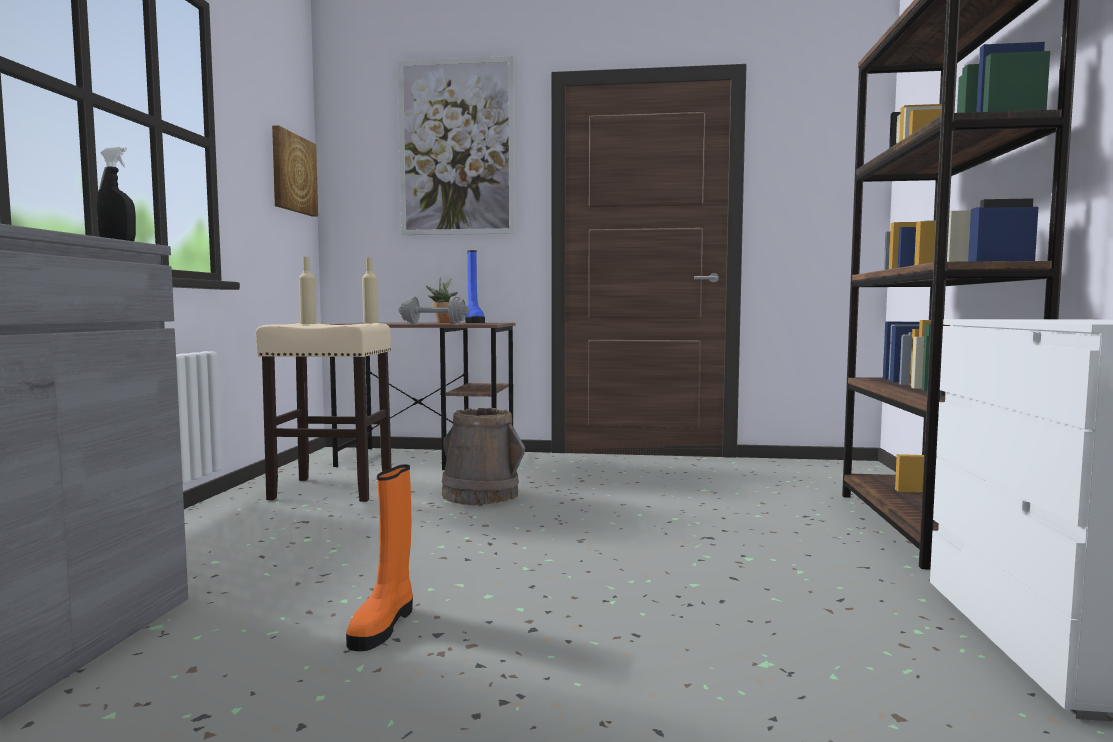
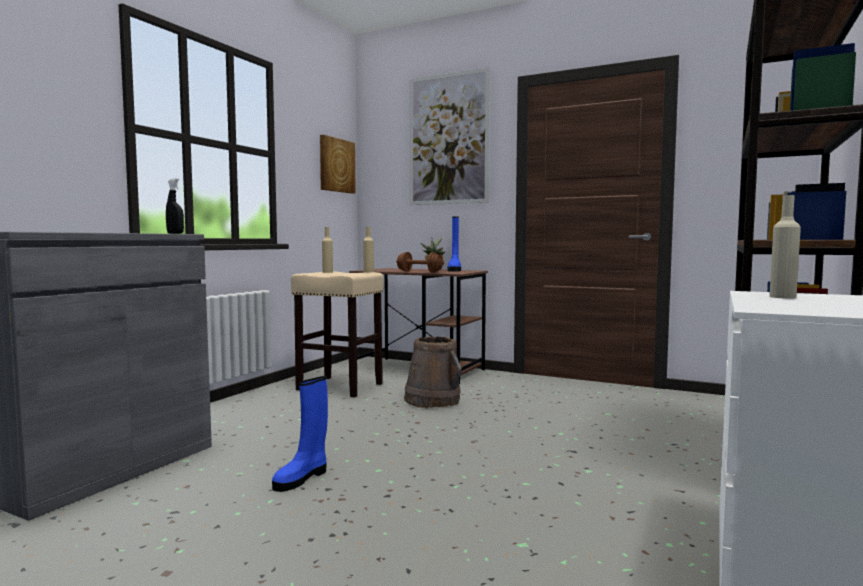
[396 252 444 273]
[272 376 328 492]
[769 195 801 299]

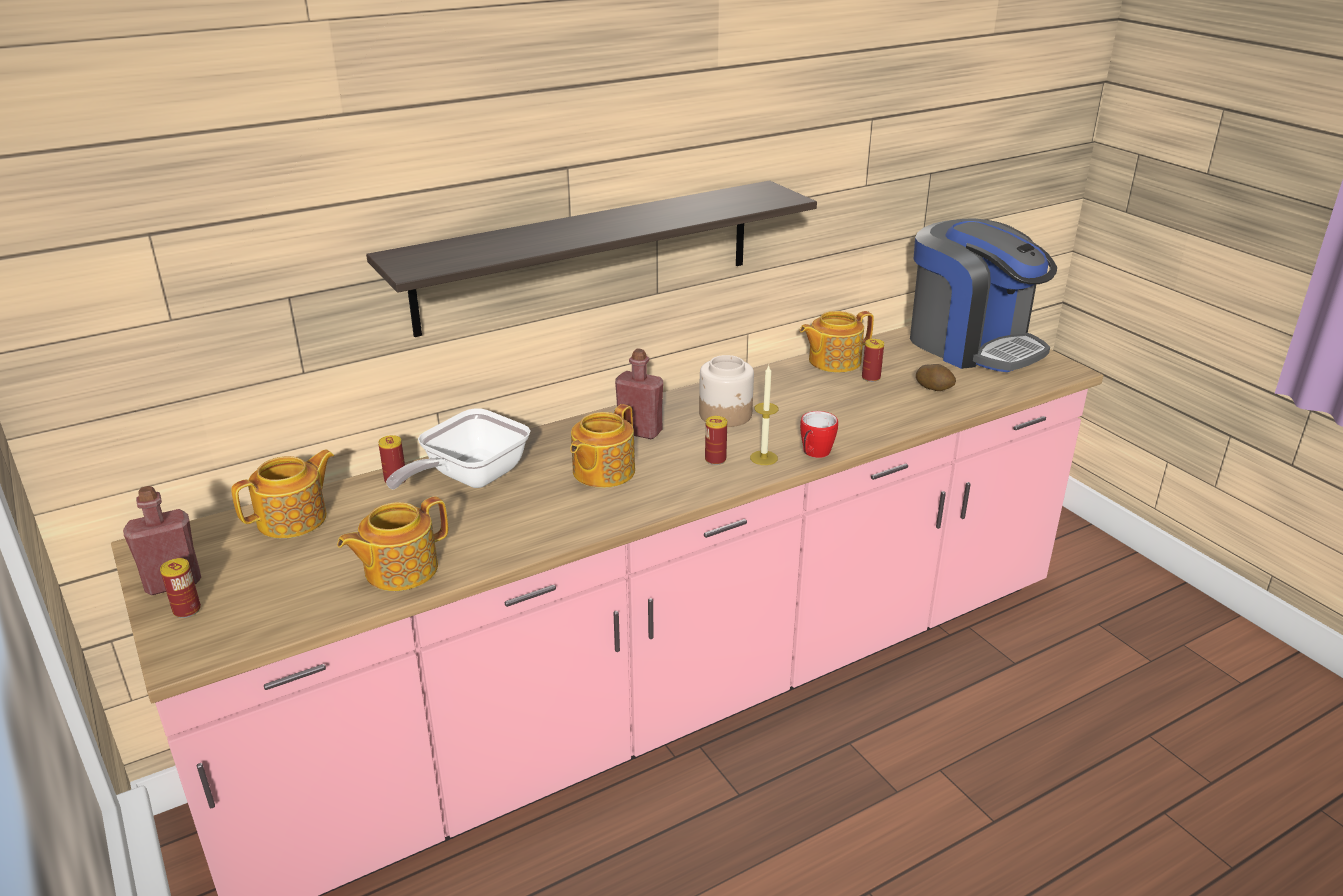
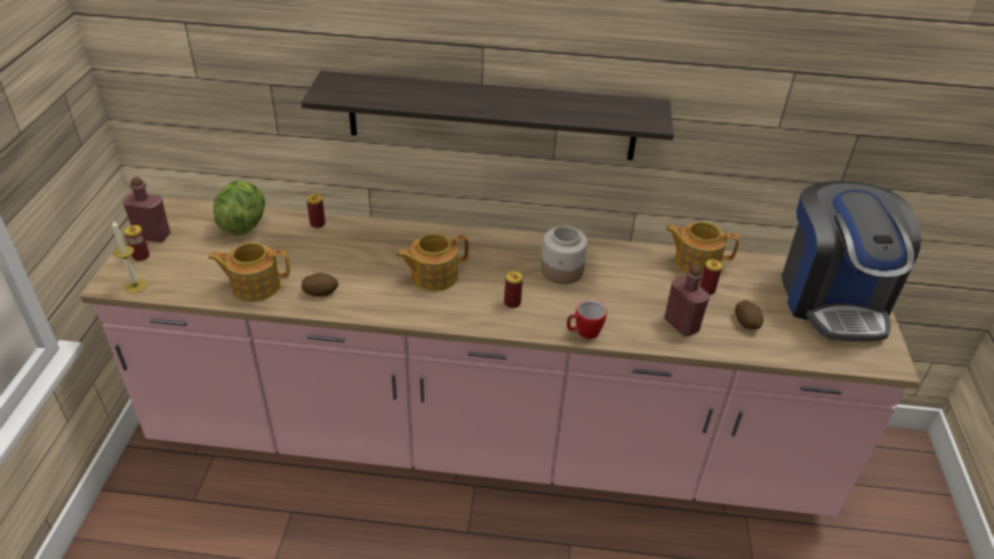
[664 265 710 336]
[112 221 147 294]
[386 408 530 490] (first image)
[213 180 265 235]
[301 273 339 297]

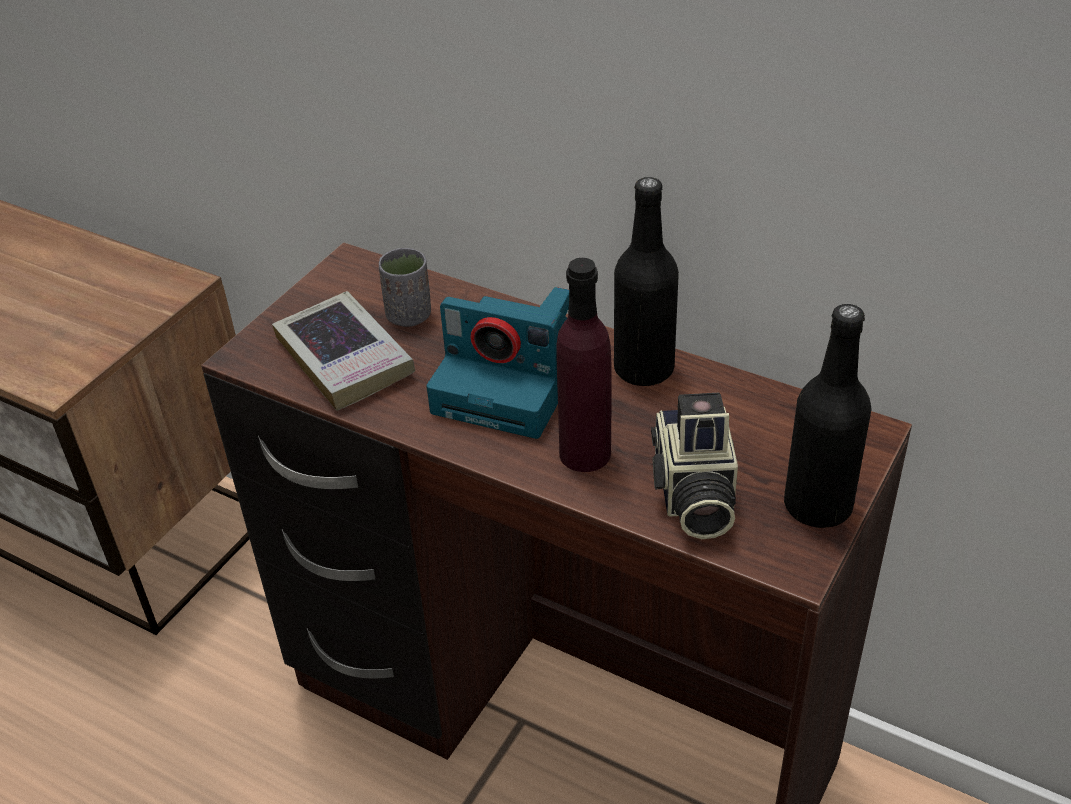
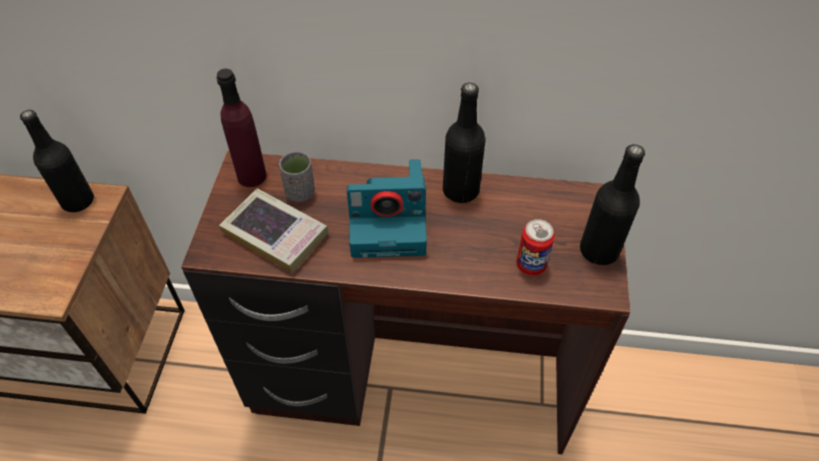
[216 69 267 187]
[516 219 555 276]
[20 110 94 212]

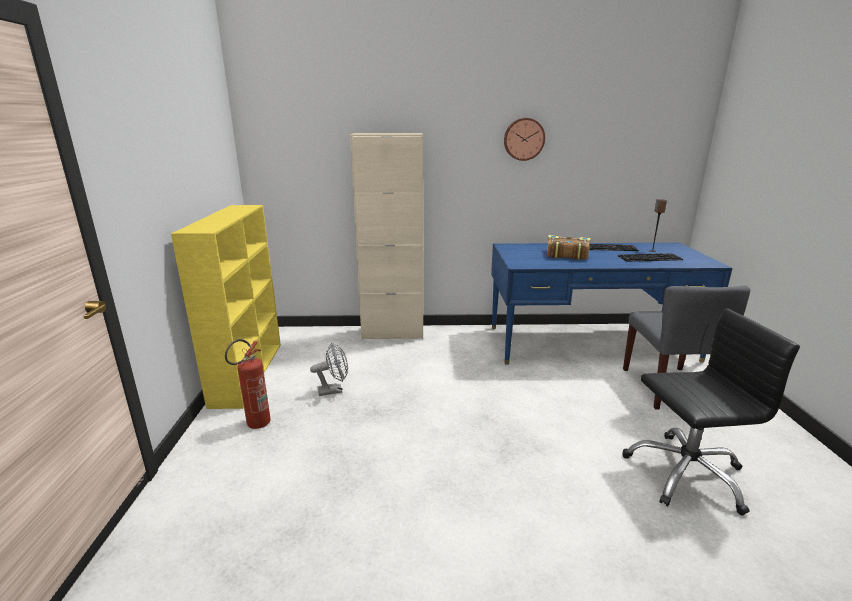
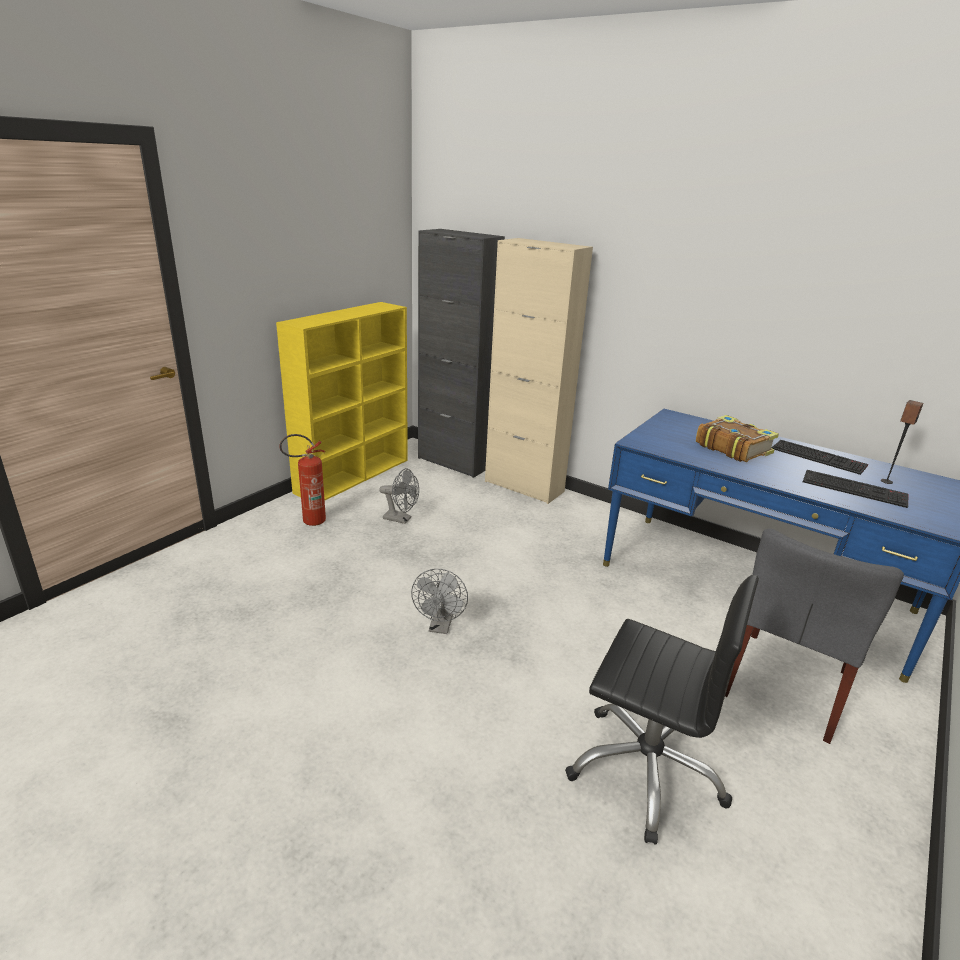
[504 118 545 161] (first image)
[418 229 505 478]
[411 569 468 634]

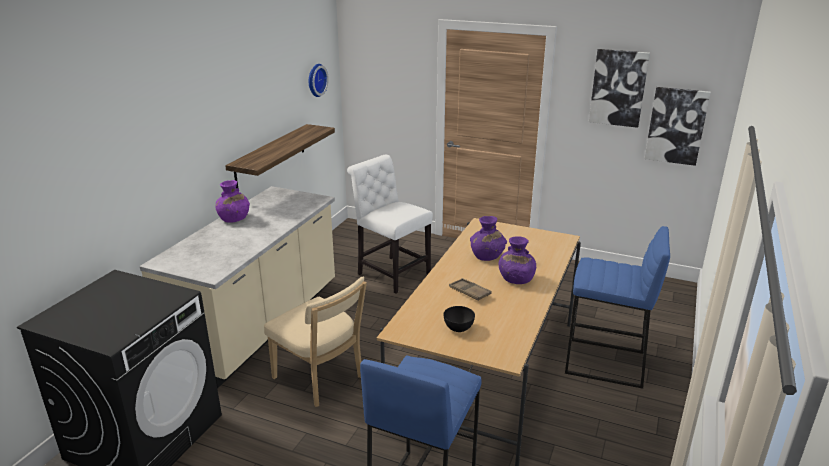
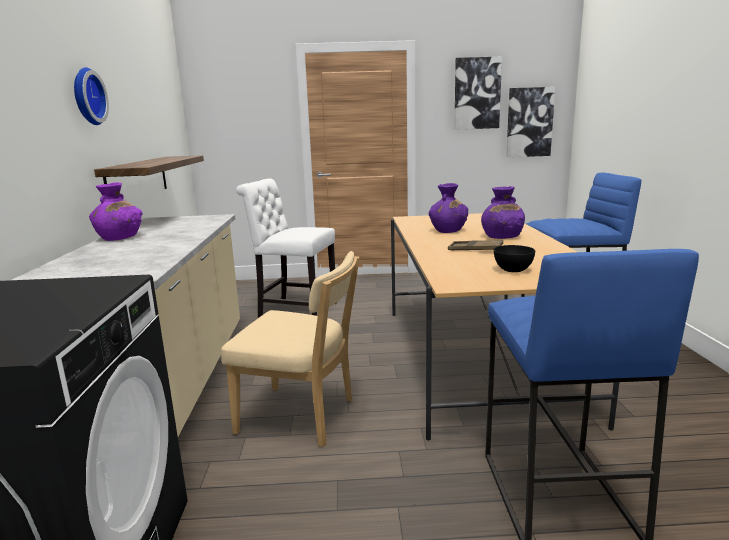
[74 67 109 125]

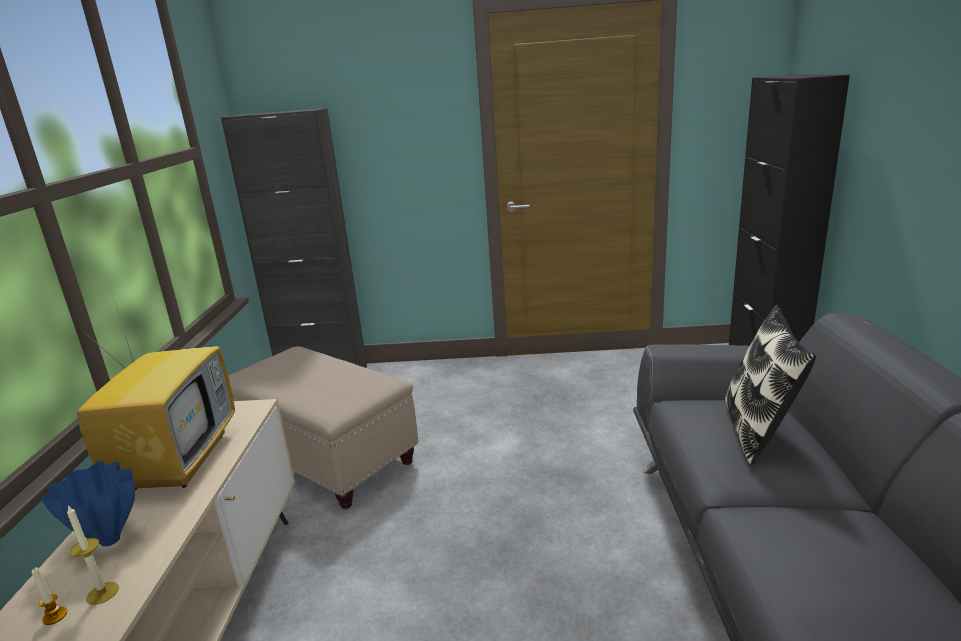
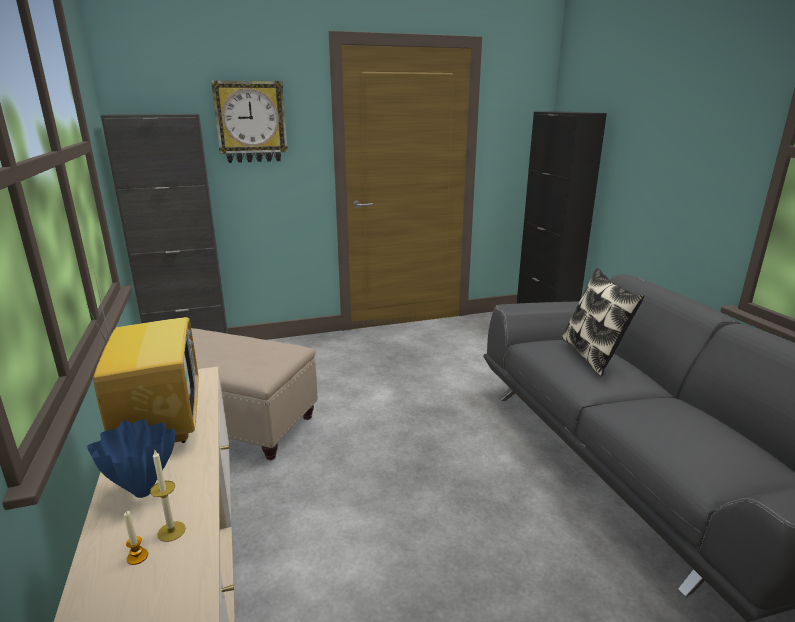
[211 81 288 163]

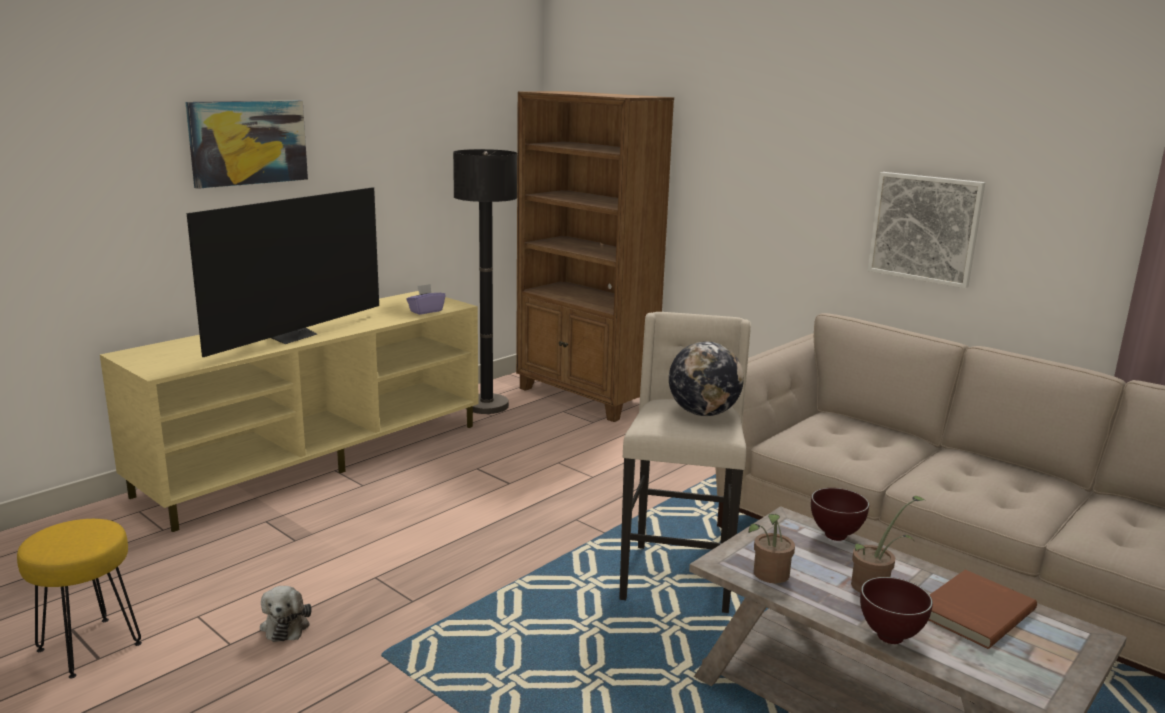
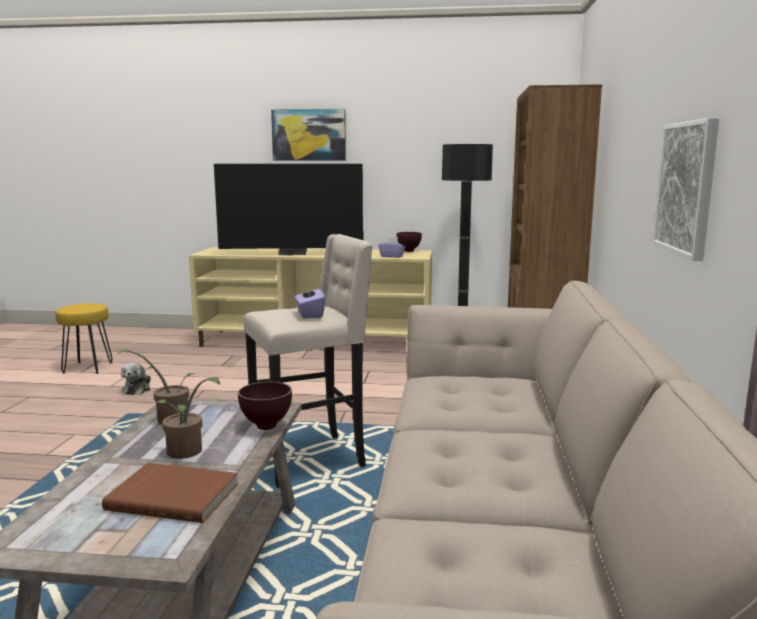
[295 285 325 319]
[397 232 422 252]
[121 363 151 395]

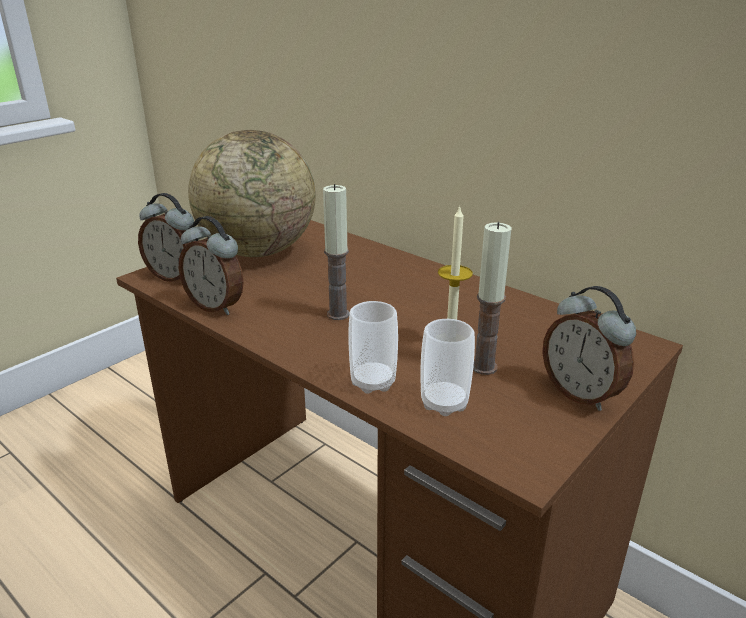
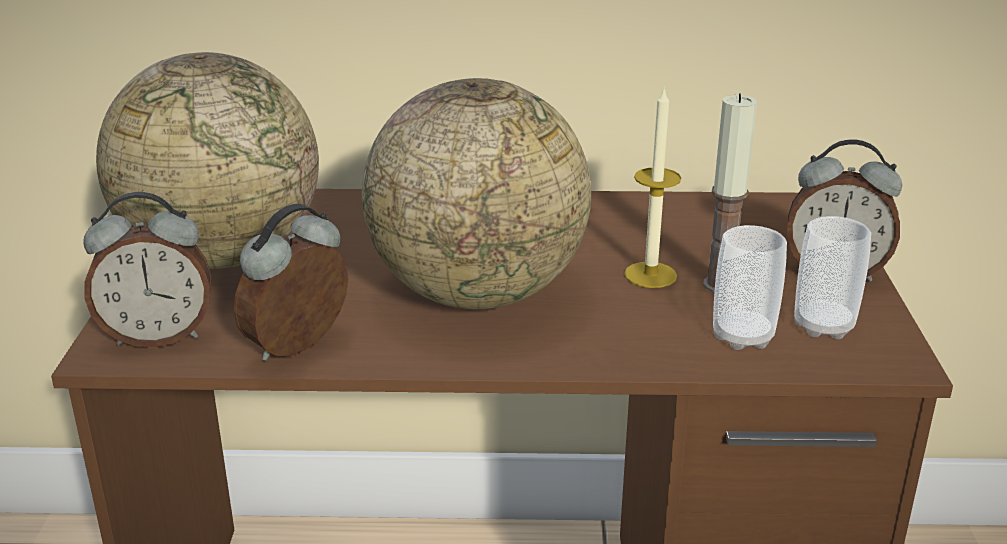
[362 78 591 309]
[233 203 348 361]
[794 216 871 339]

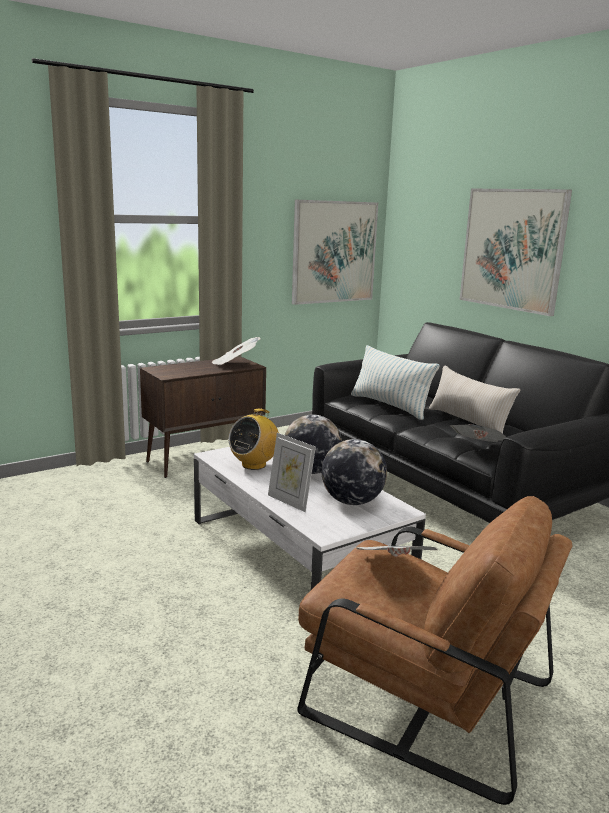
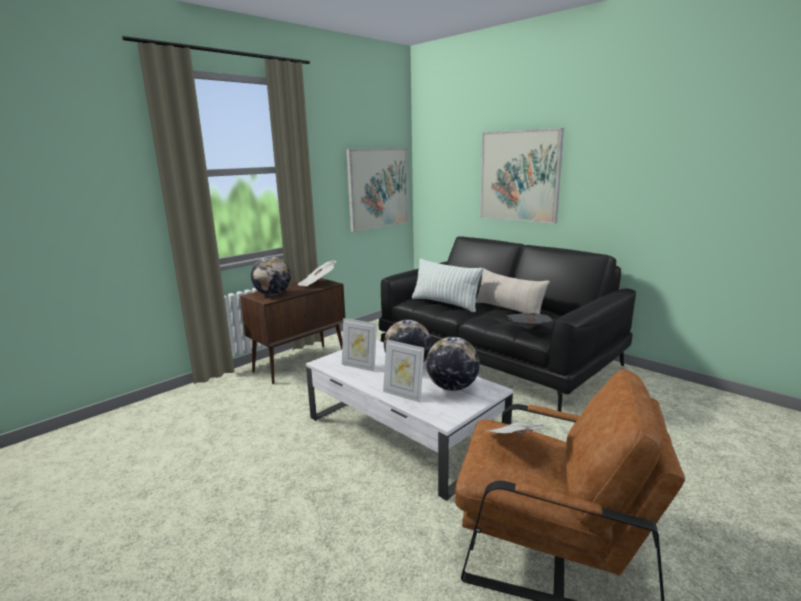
[342 318 377 372]
[251 256 291 295]

